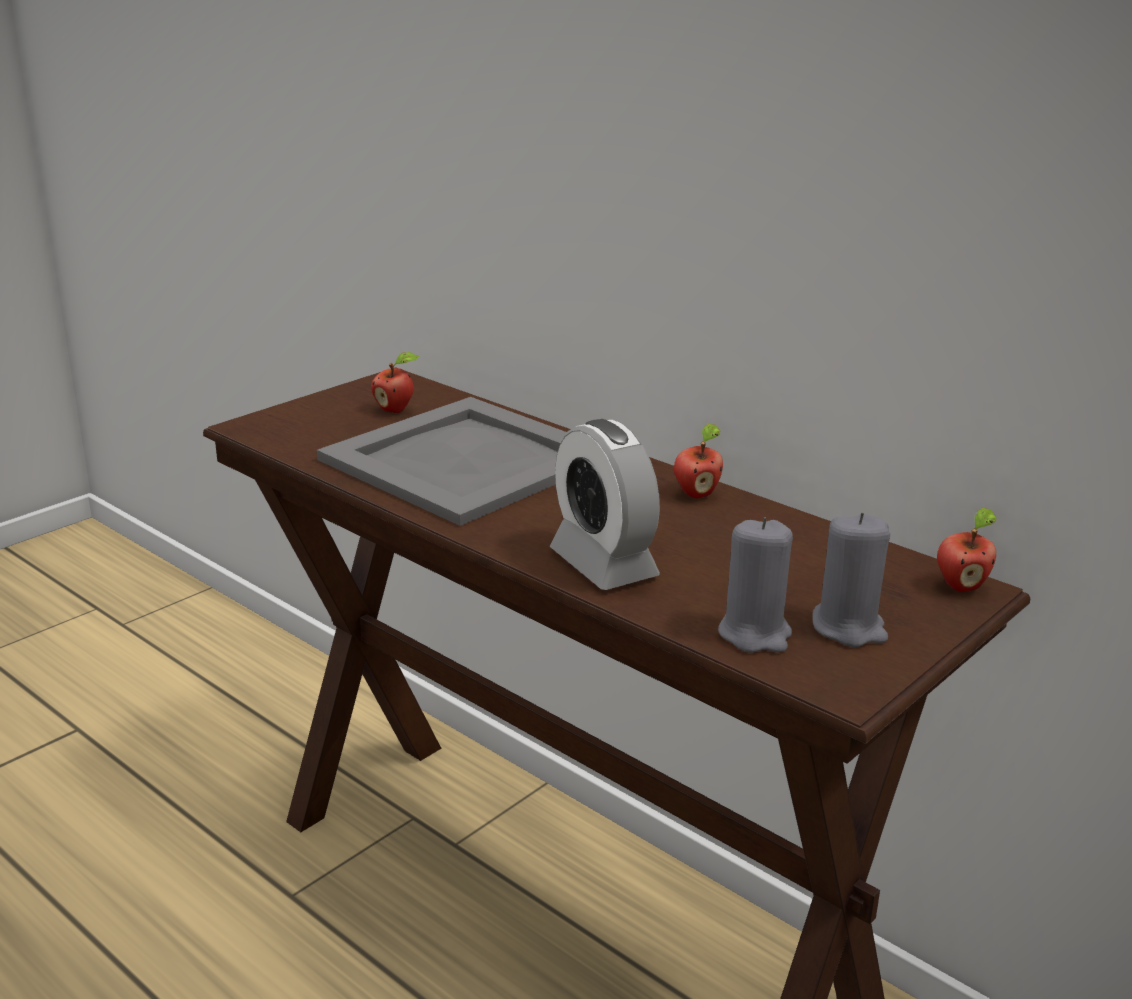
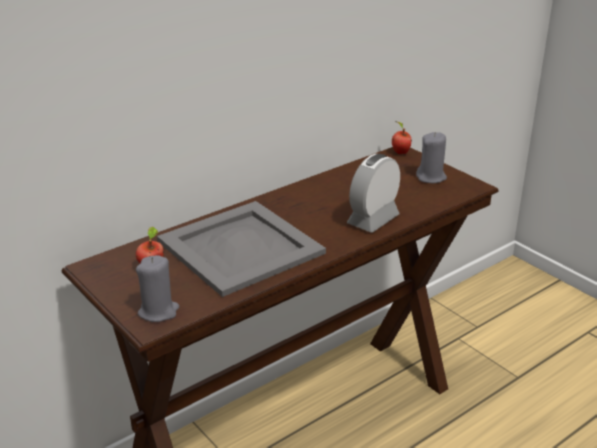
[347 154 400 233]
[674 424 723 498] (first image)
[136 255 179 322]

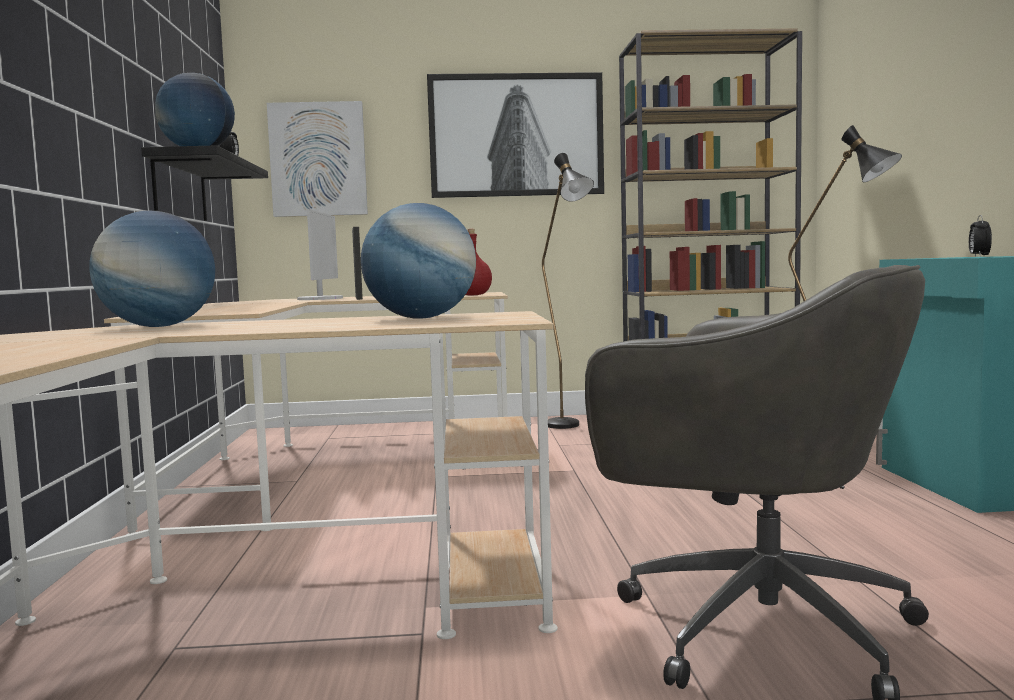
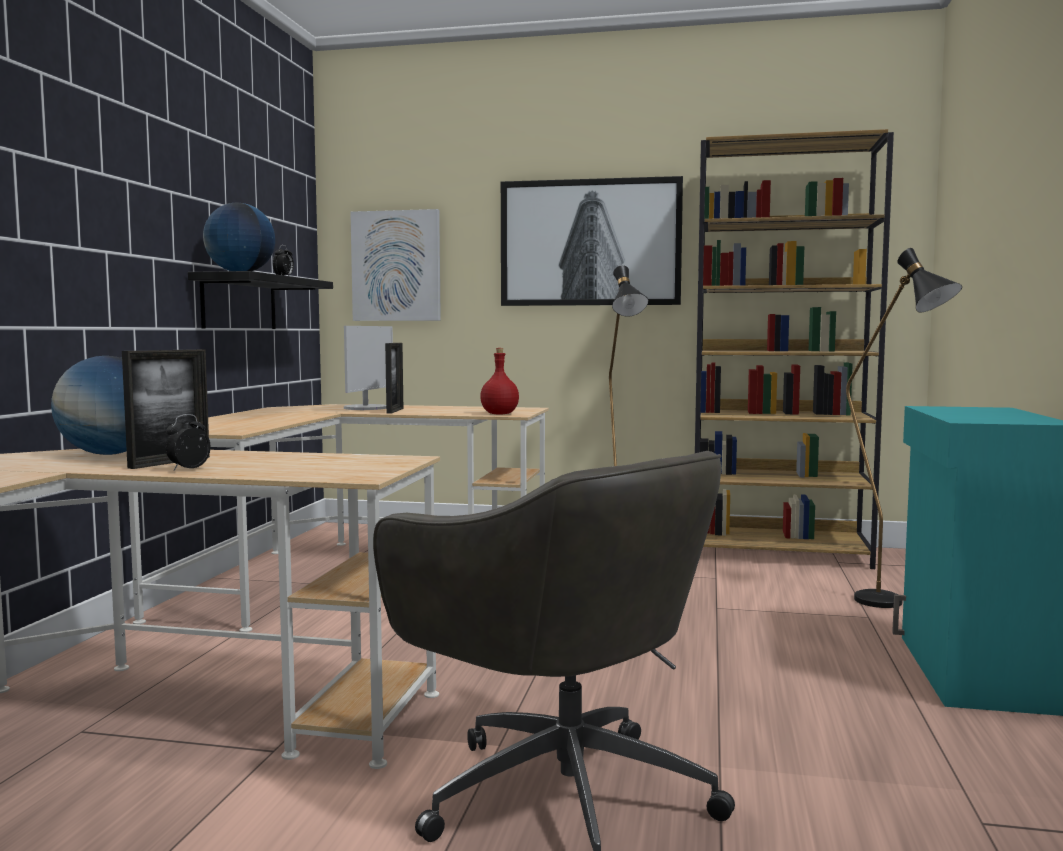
[361 203 476 319] (first image)
[166 414 211 470]
[122 349 210 469]

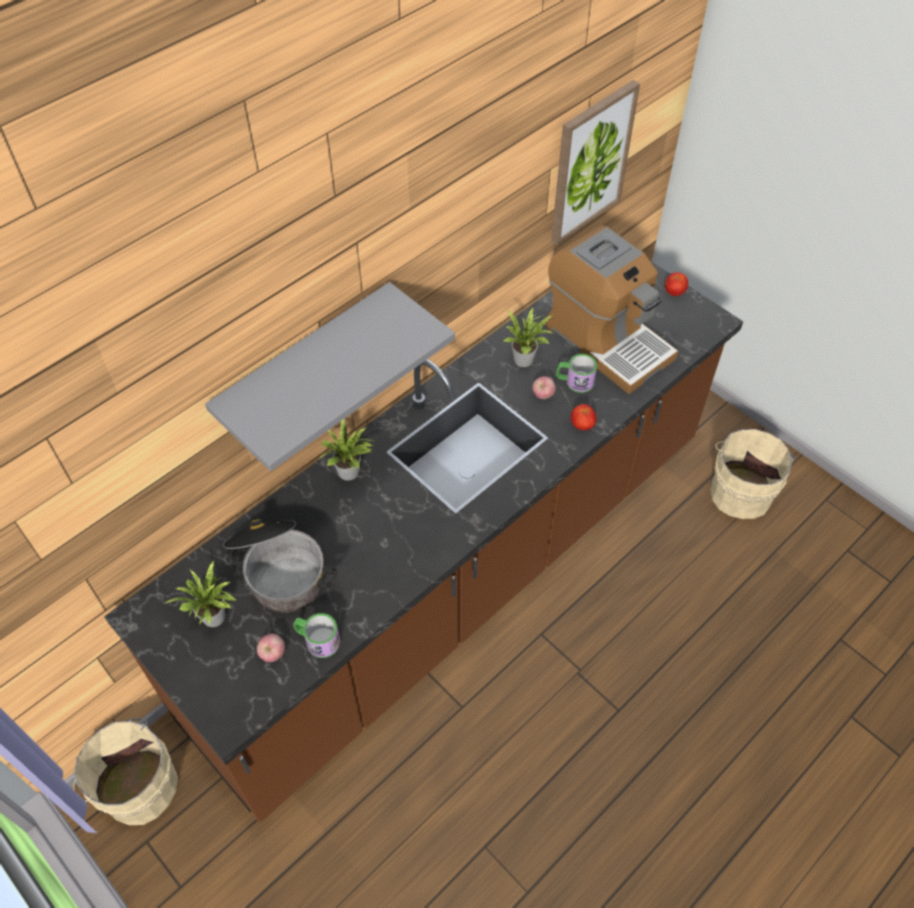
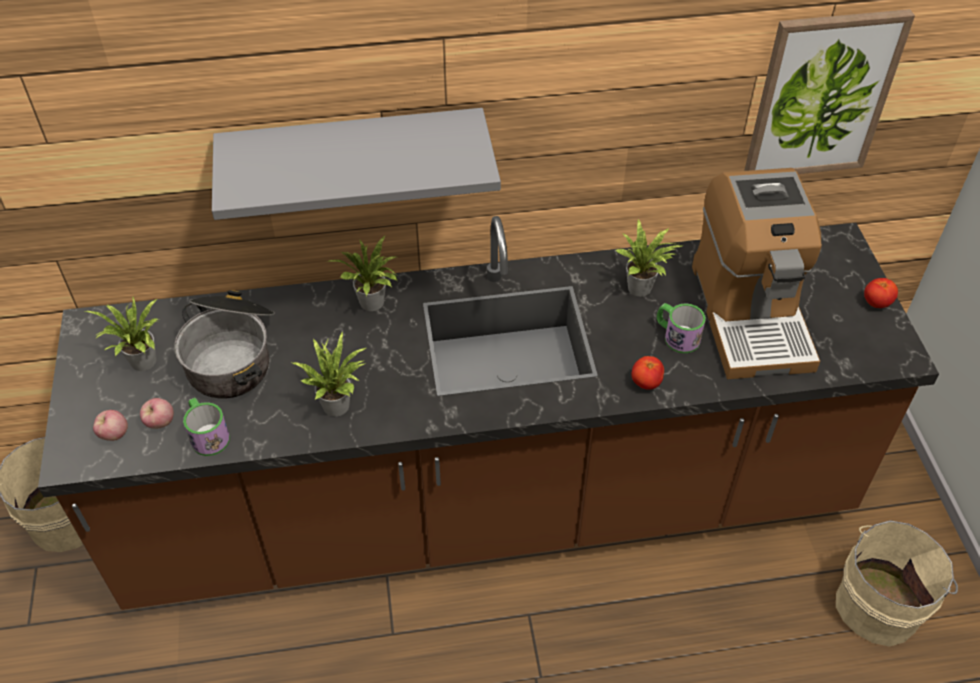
[93 410 128 441]
[293 331 366 416]

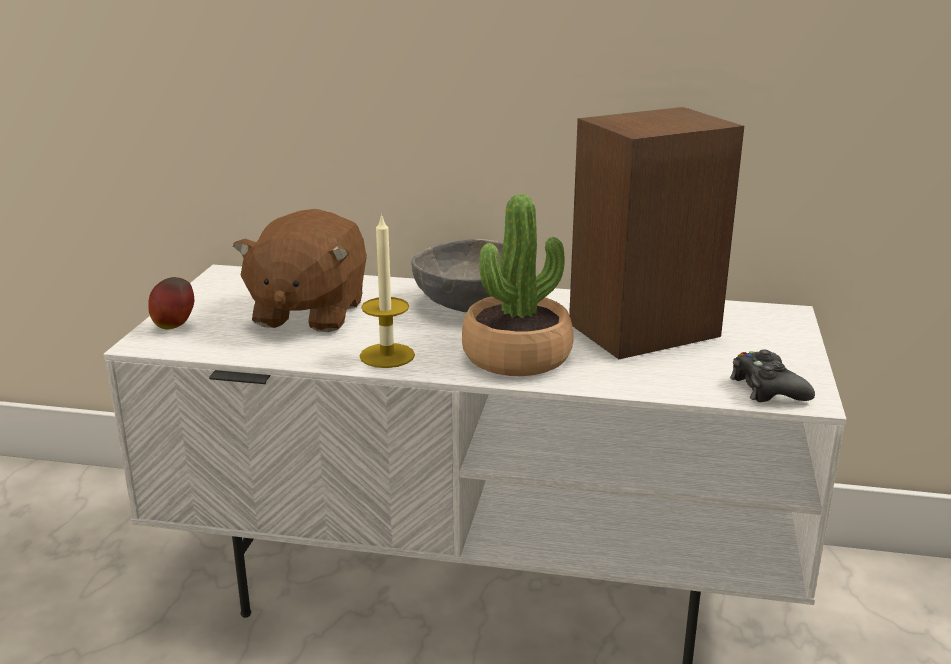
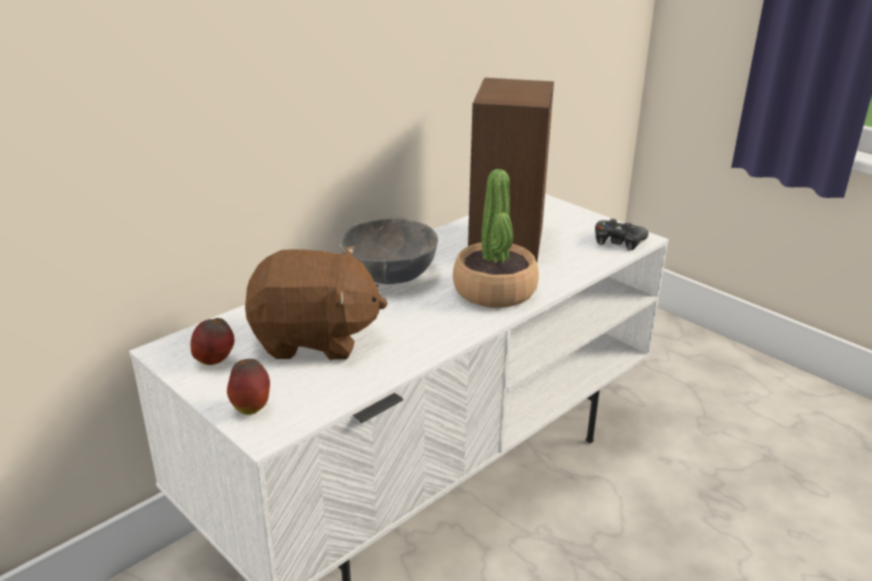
[245 246 388 360]
[360 213 415 368] (first image)
[191 318 234 365]

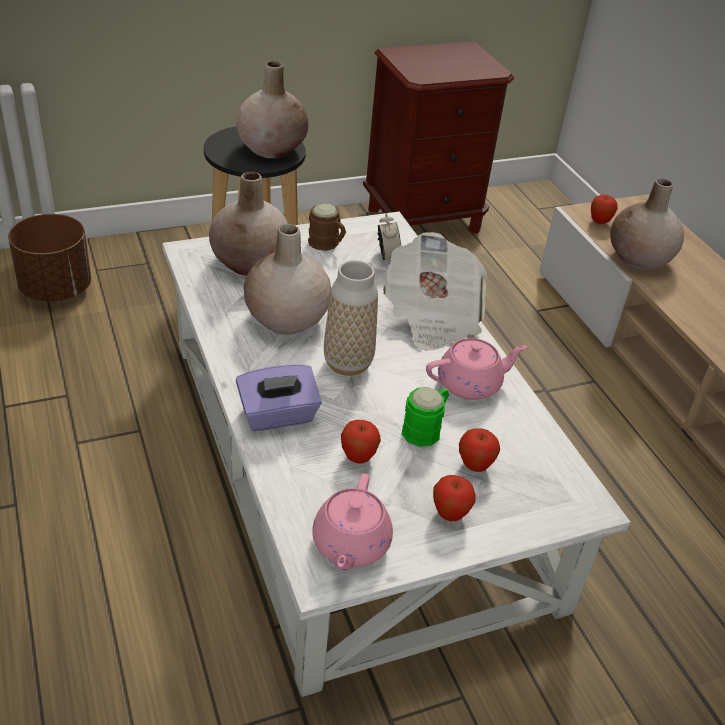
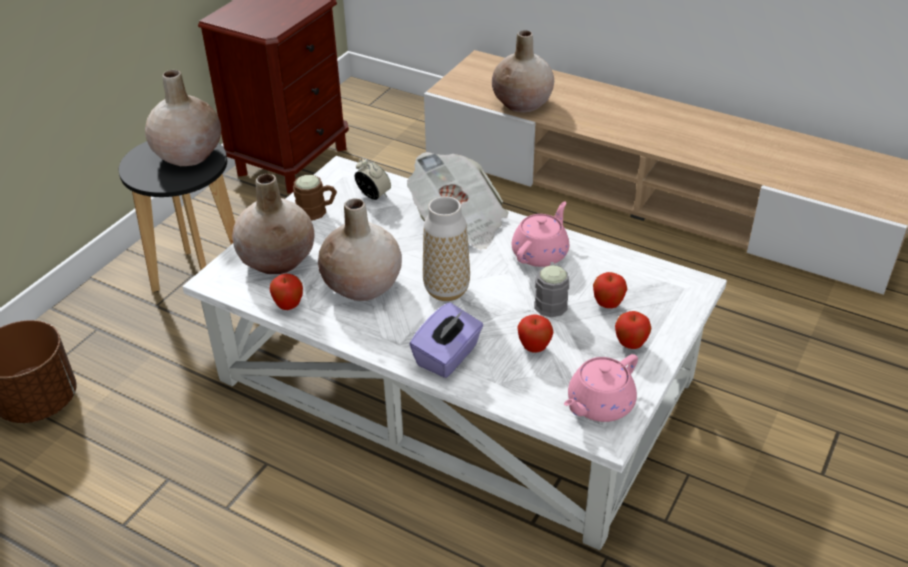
[270 274 303 310]
[534 262 569 317]
[564 354 638 422]

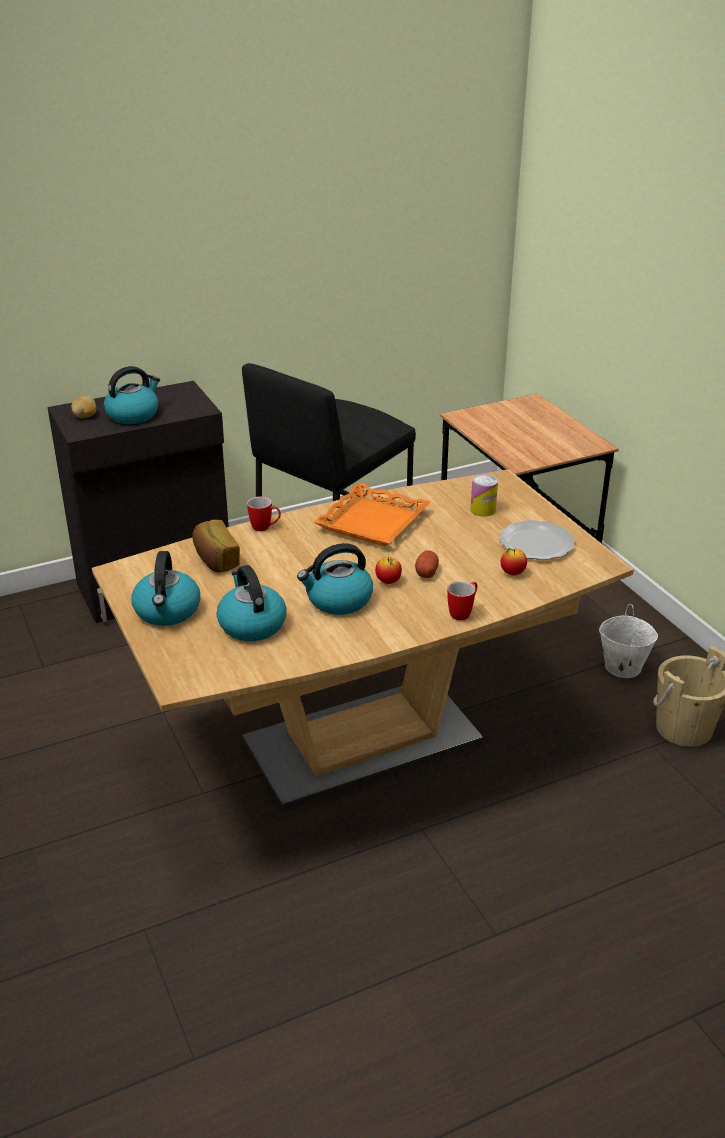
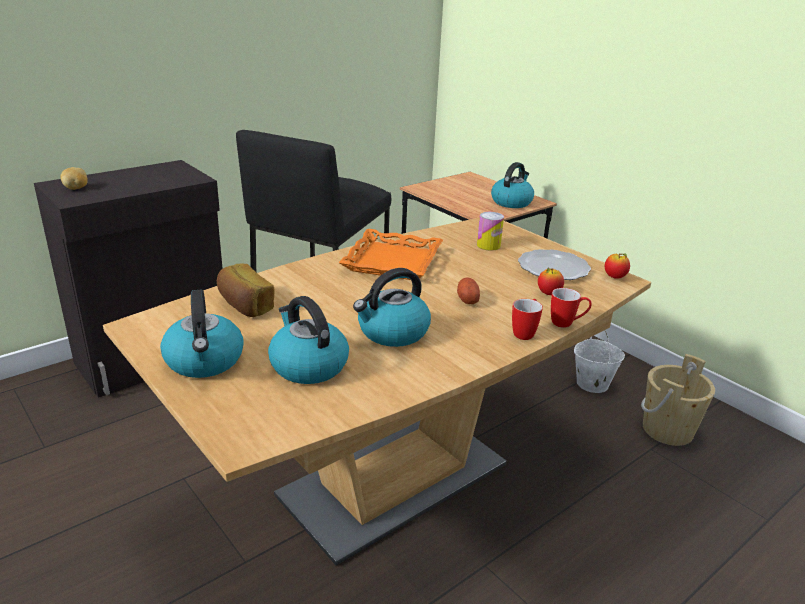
[491 162 534 208]
[551 288 592 328]
[605 253 630 279]

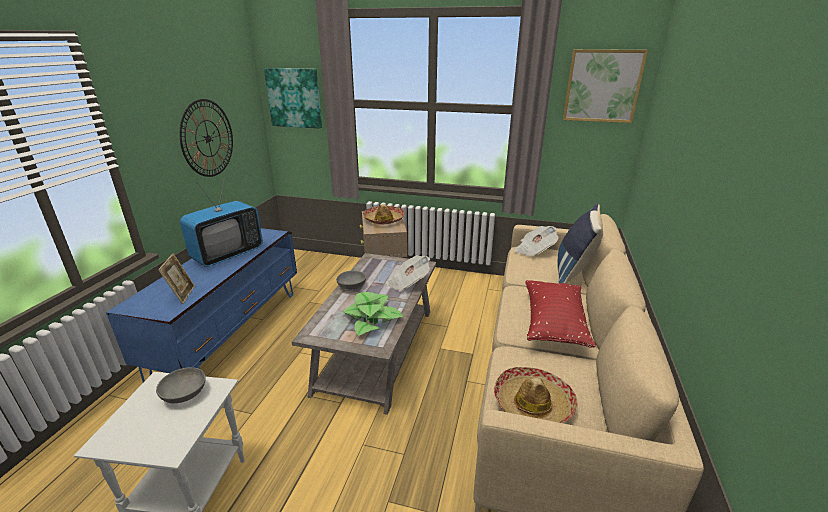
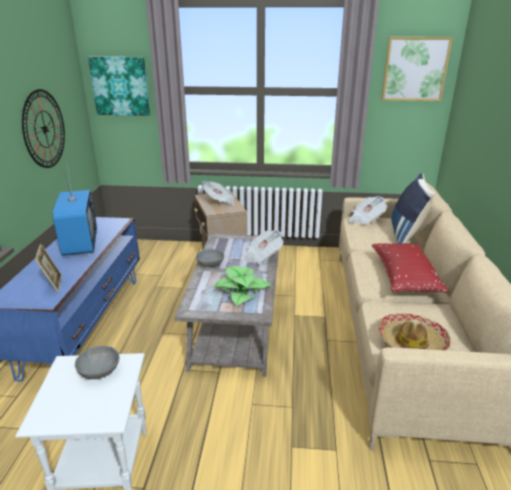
[53 163 97 256]
[202 181 235 205]

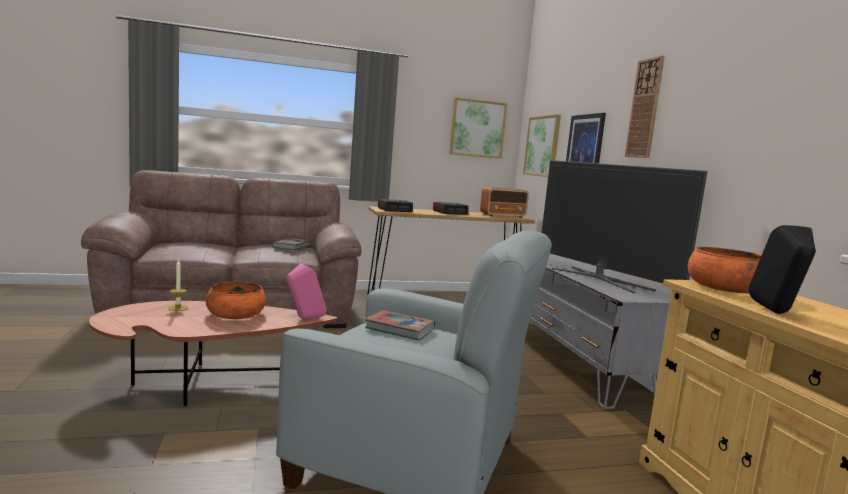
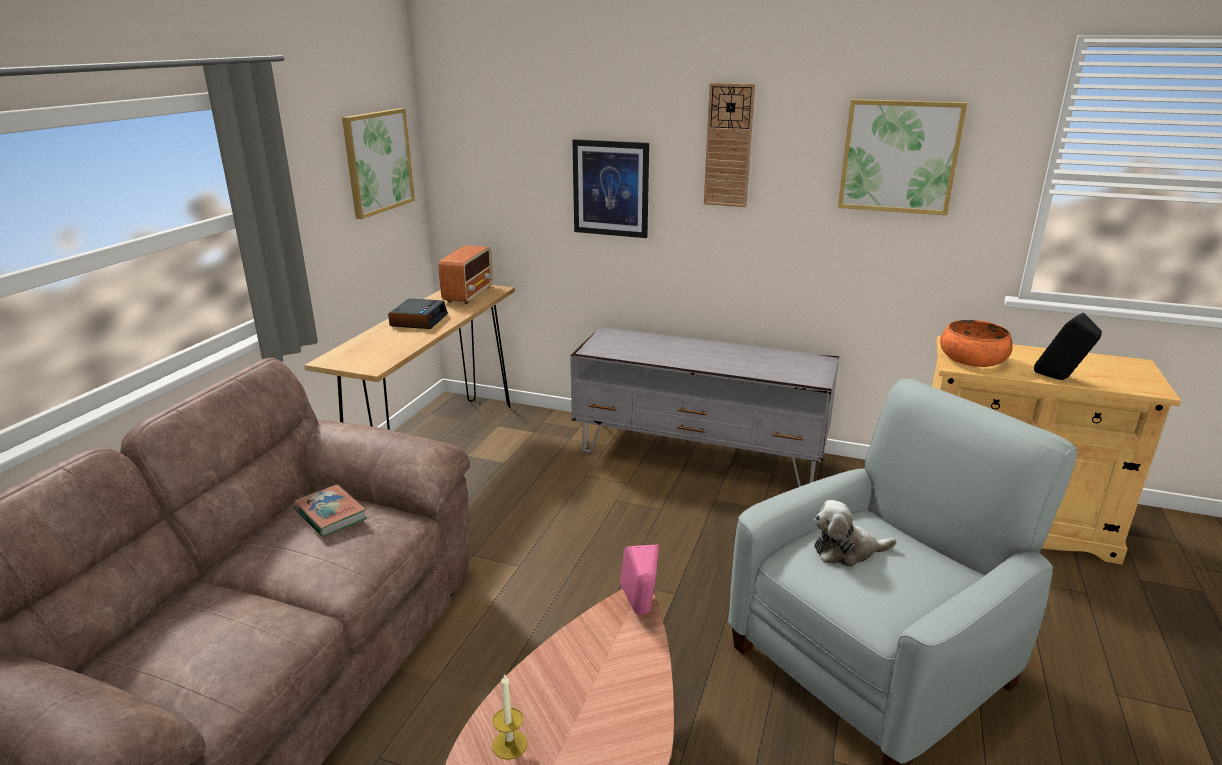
[838 99 967 215]
[541 160 707 293] (first image)
[378 199 413 212] (first image)
[206 282 266 319] (first image)
[814 500 897 567]

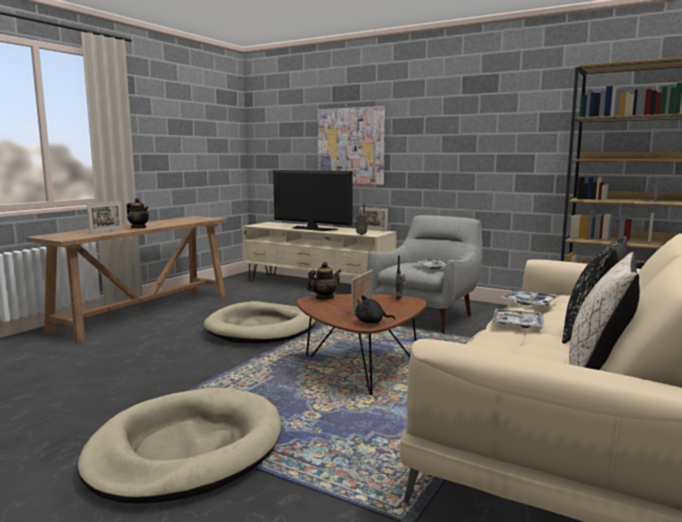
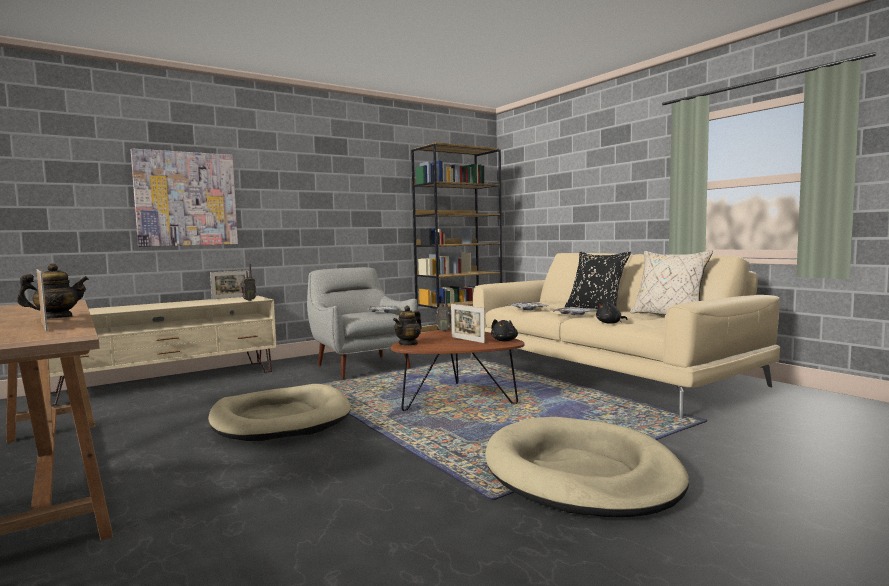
[273 170 353 231] (first image)
[393 306 422 346]
[596 301 628 324]

